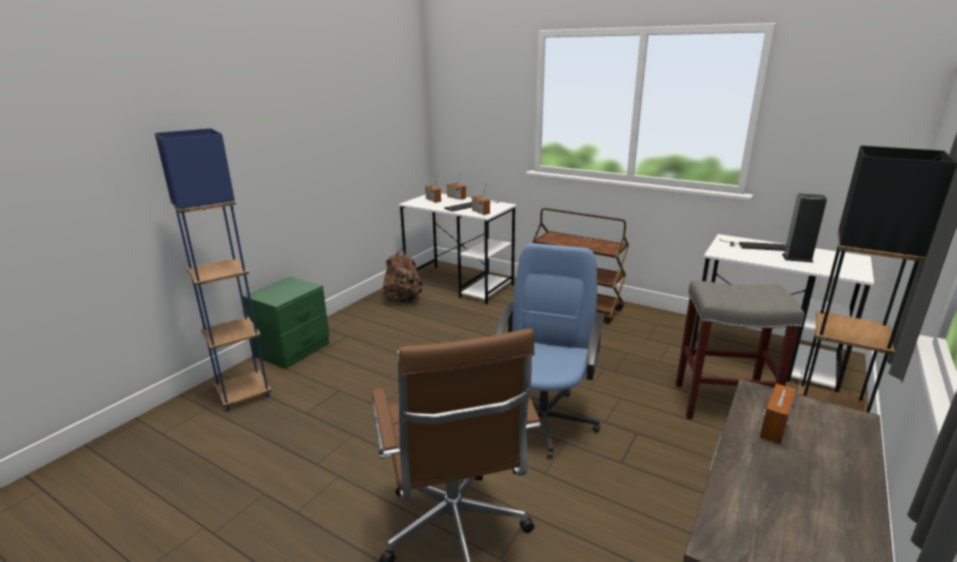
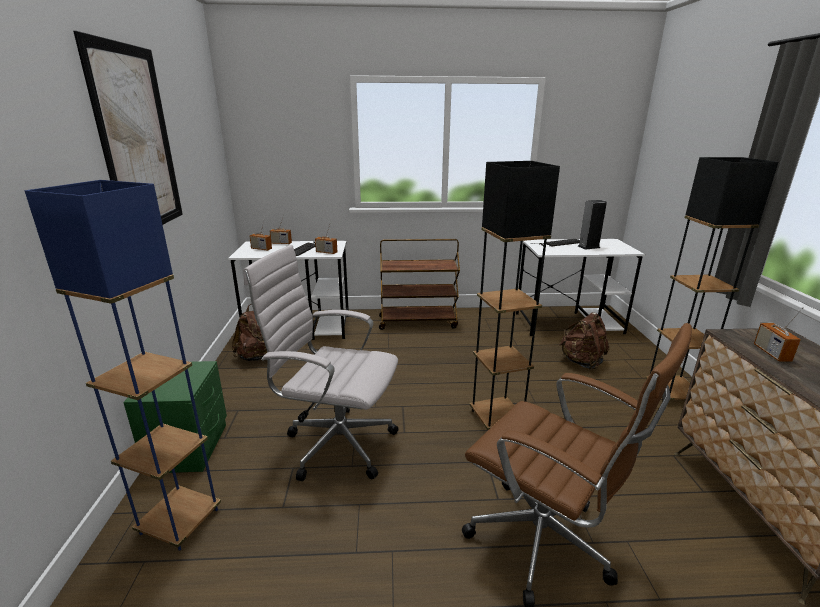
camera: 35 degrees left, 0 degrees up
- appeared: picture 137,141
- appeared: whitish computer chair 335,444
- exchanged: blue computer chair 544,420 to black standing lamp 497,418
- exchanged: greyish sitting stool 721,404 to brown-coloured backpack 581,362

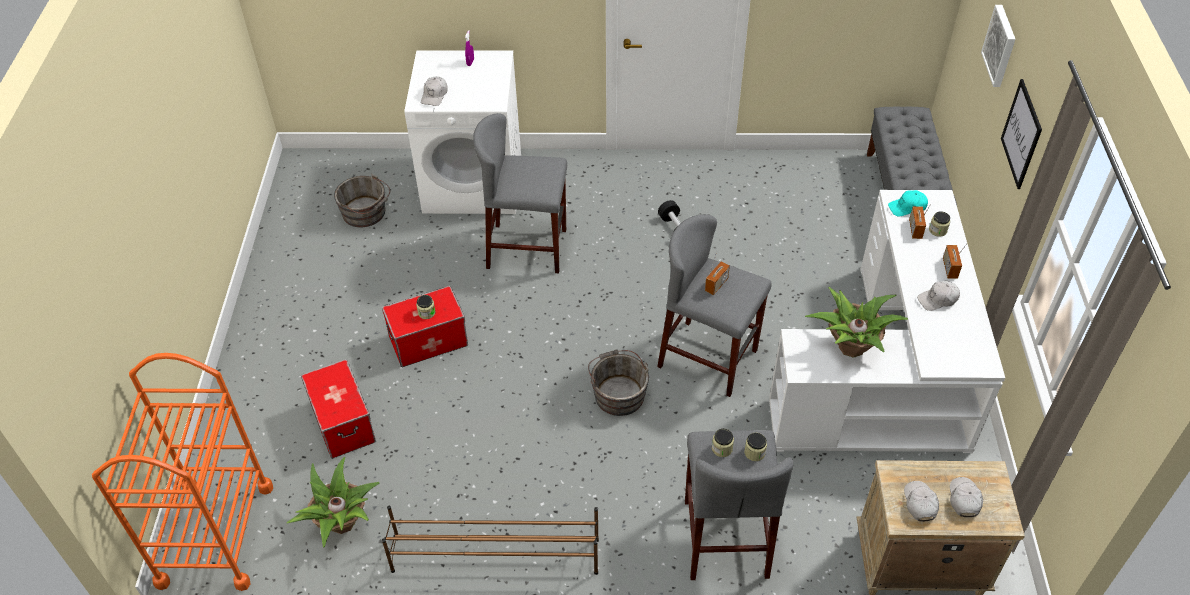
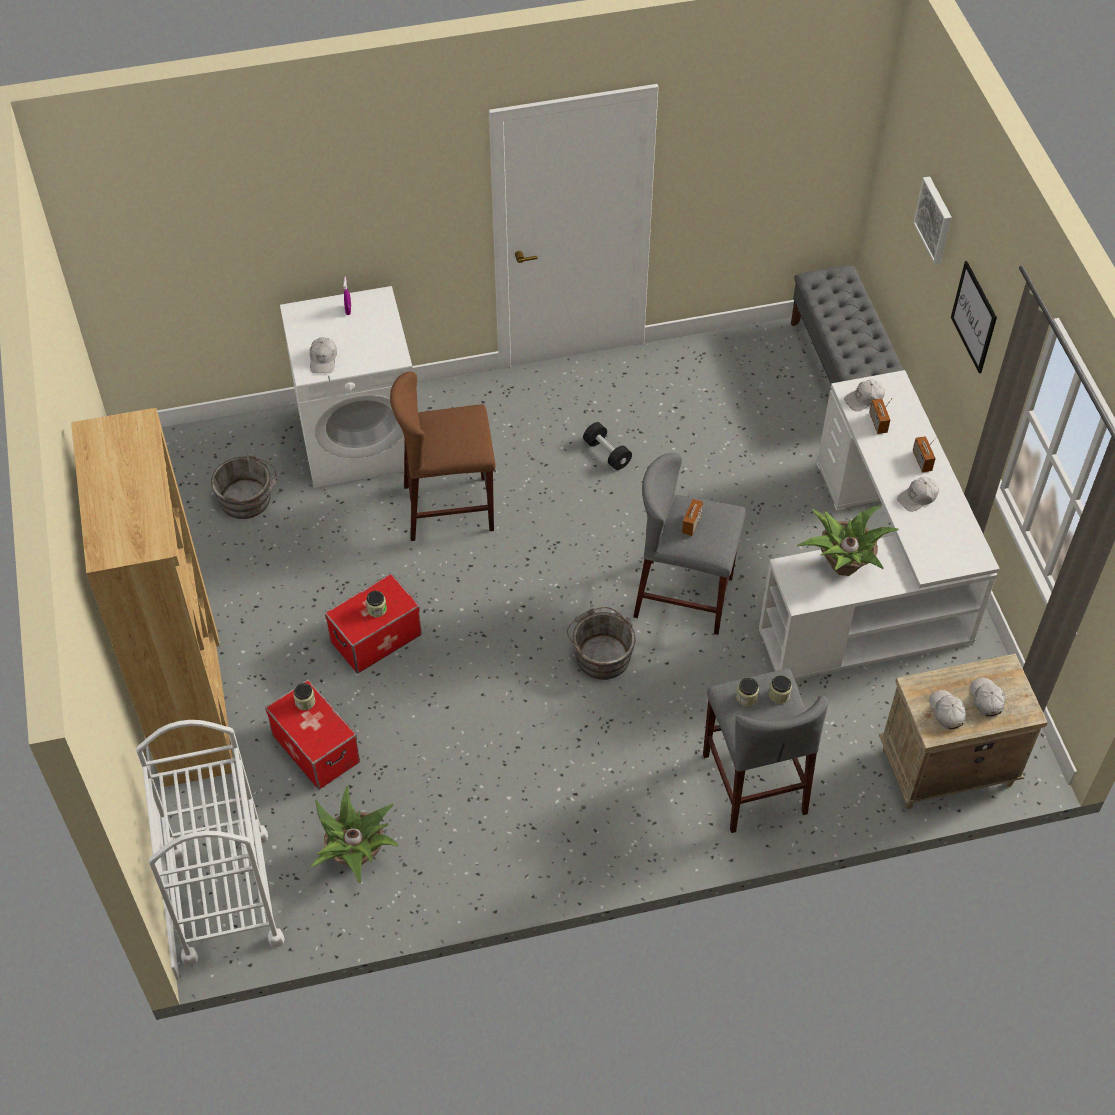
camera: 15 degrees left, 5 degrees up
- missing: brown-coloured shoe stand 494,555
- appeared: brown-coloured bookcase 191,708
- relocated: jar 937,230 to 305,702
- colour: orangey trolley 215,534 to whitish trolley 225,896
- colour: greyish sitting stool 527,249 to brown-coloured sitting stool 449,508
- colour: turquoise-coloured cap 907,207 to whitish cap 864,399

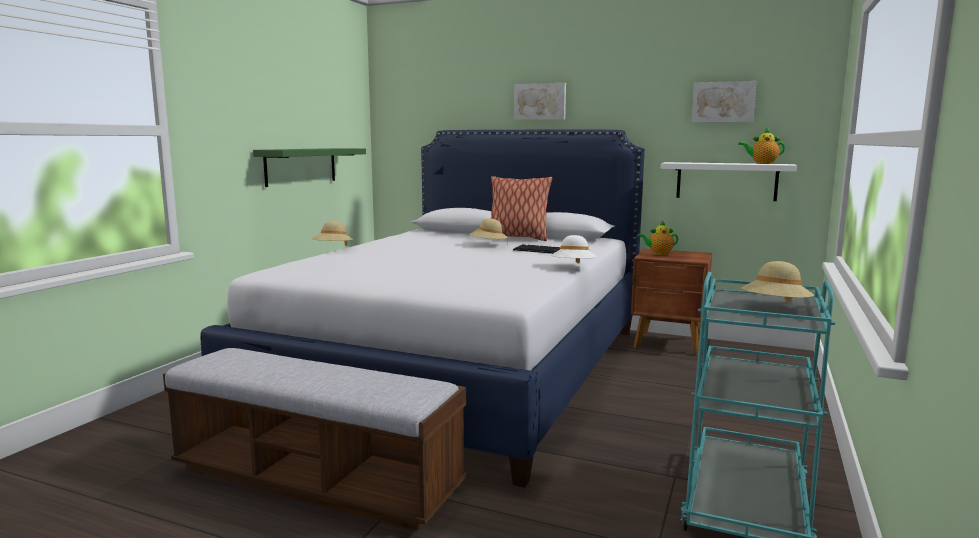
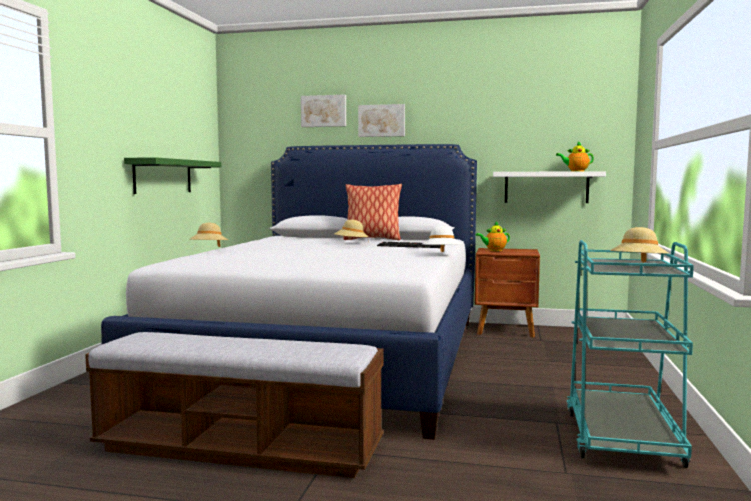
camera: 10 degrees left, 5 degrees down
- relocated: picture 723,102 to 324,111

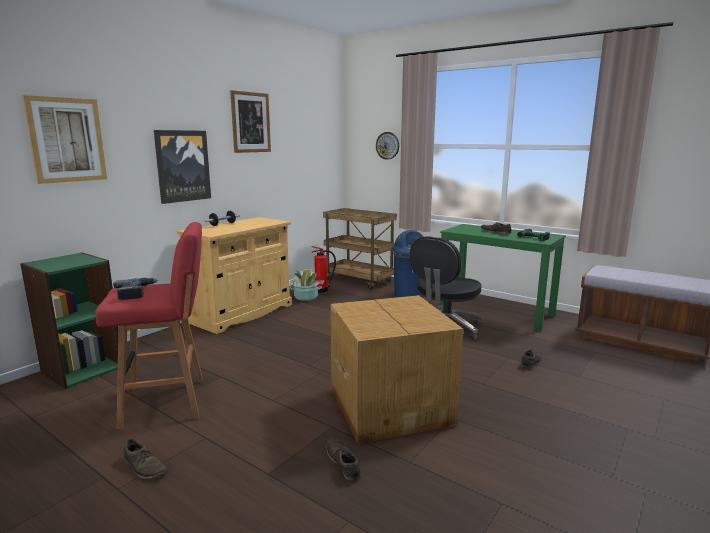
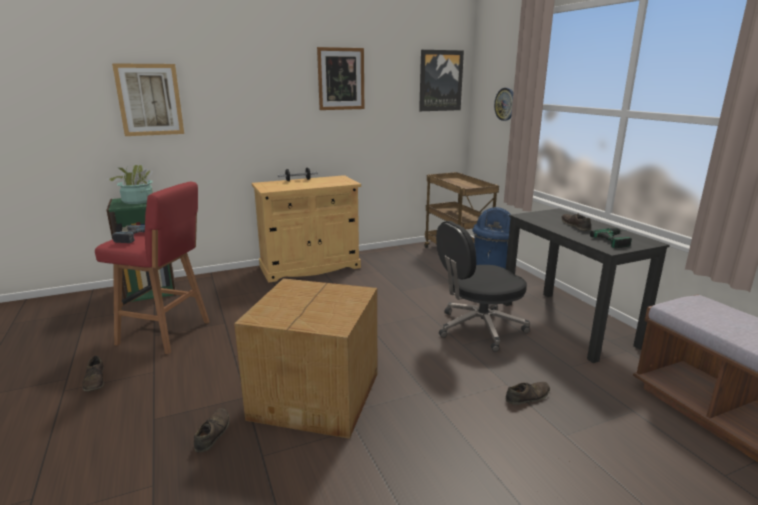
camera: 30 degrees right, 5 degrees up
- missing: fire-fighting cylinder 322,290
- relocated: picture 183,166 to 440,81
- relocated: houseplant 306,297 to 138,201
- colour: greenish desk unit 495,311 to black desk unit 568,324

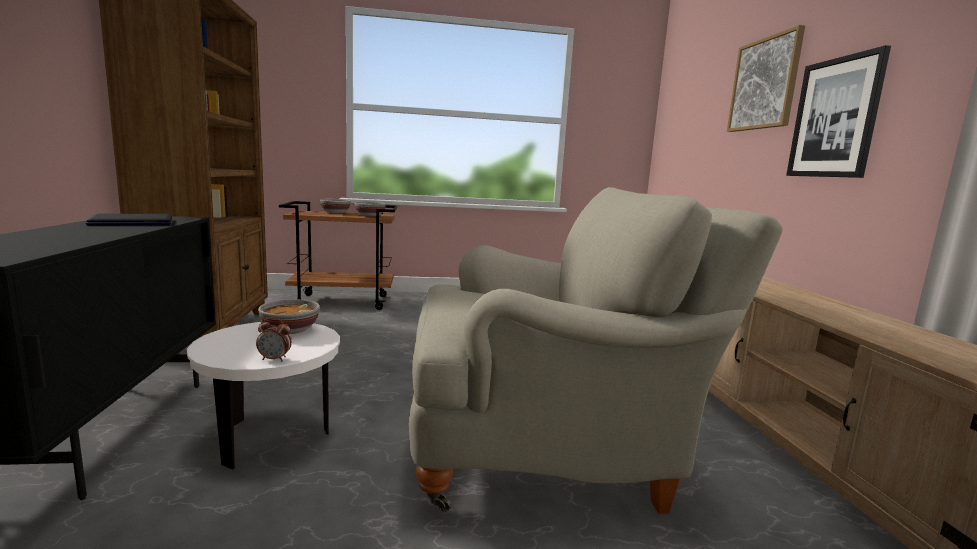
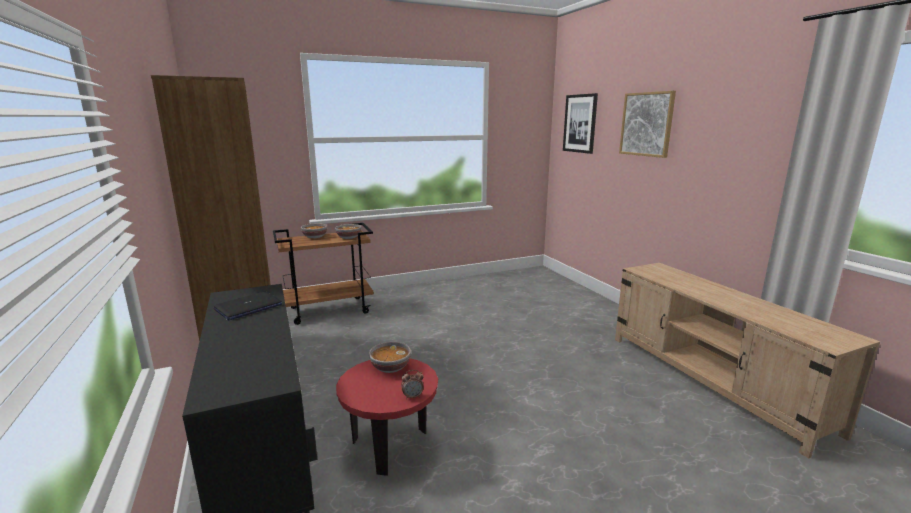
camera: 15 degrees left, 5 degrees up
- missing: sand-coloured armchair 548,447
- relocated: picture 835,118 to 580,123
- colour: whitish side table 272,438 to red side table 391,445

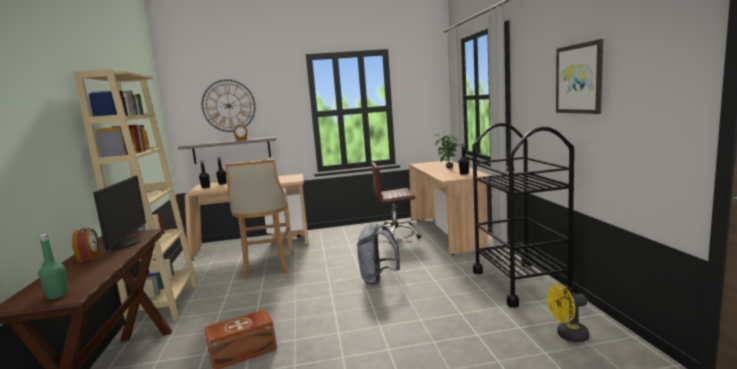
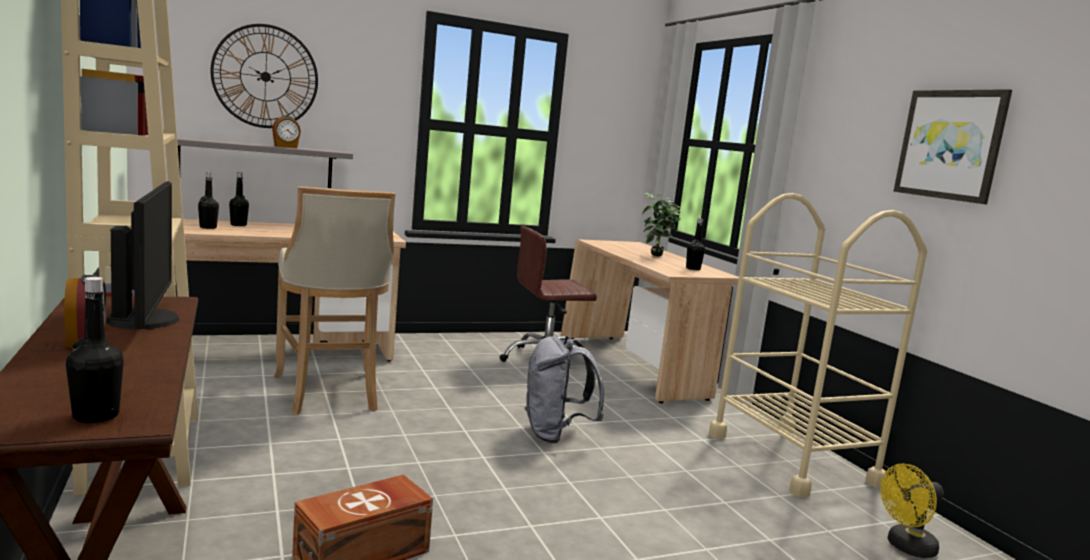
camera: 15 degrees left, 0 degrees up
- colour: greenish bottle 57,295 to black bottle 96,416
- colour: black trolley 520,283 to sand-coloured trolley 792,459

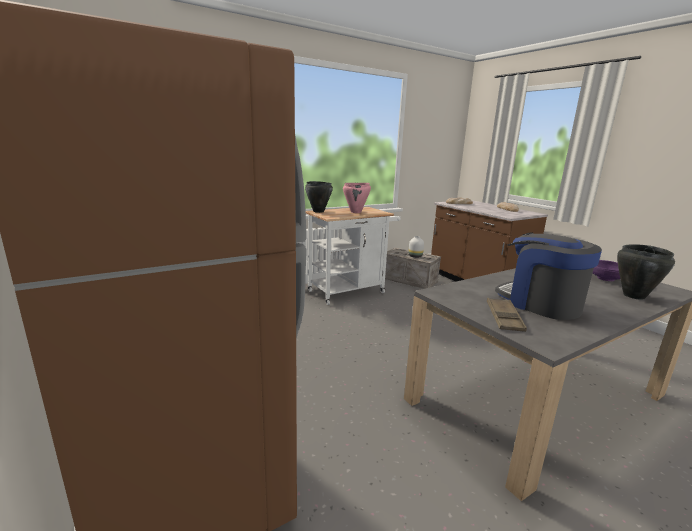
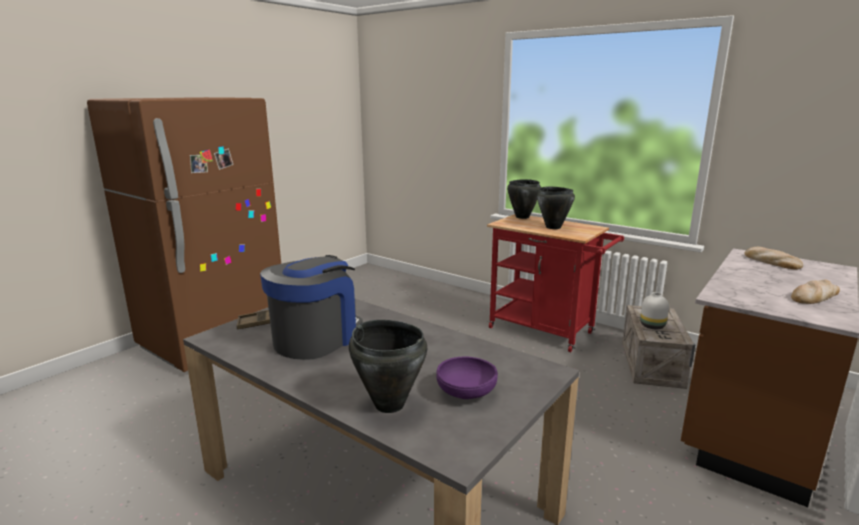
camera: 70 degrees right, 0 degrees up
- colour: whitish trolley 350,290 to red trolley 547,332
- colour: pinkish stockpot 356,212 to black stockpot 553,227

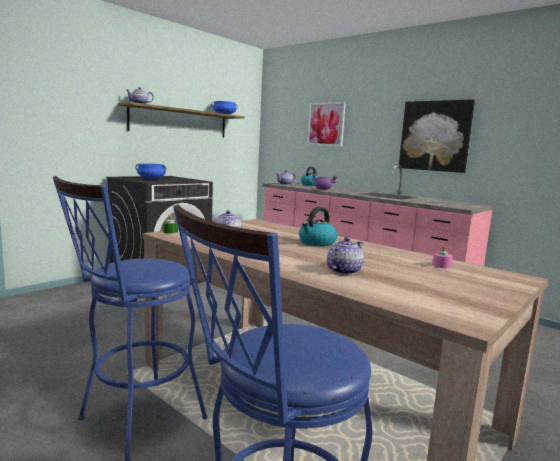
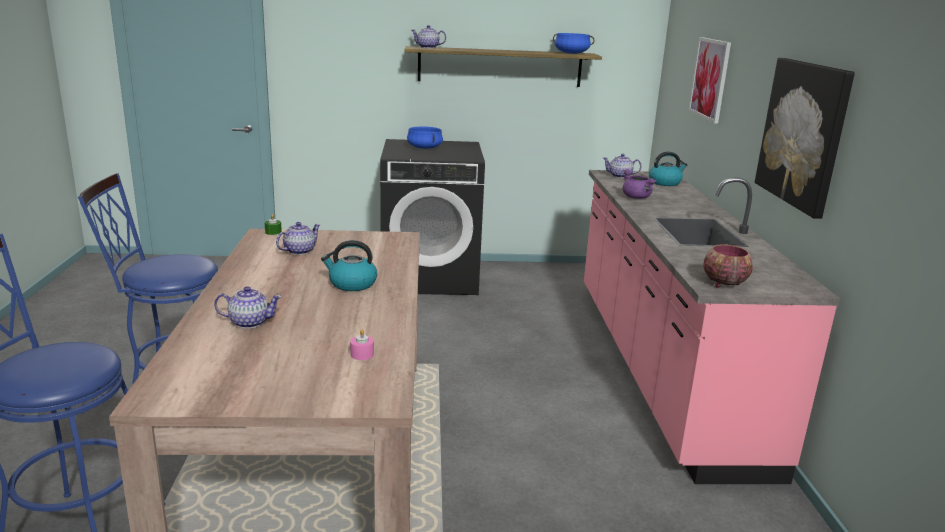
camera: 45 degrees right, 10 degrees up
- appeared: bowl 723,283

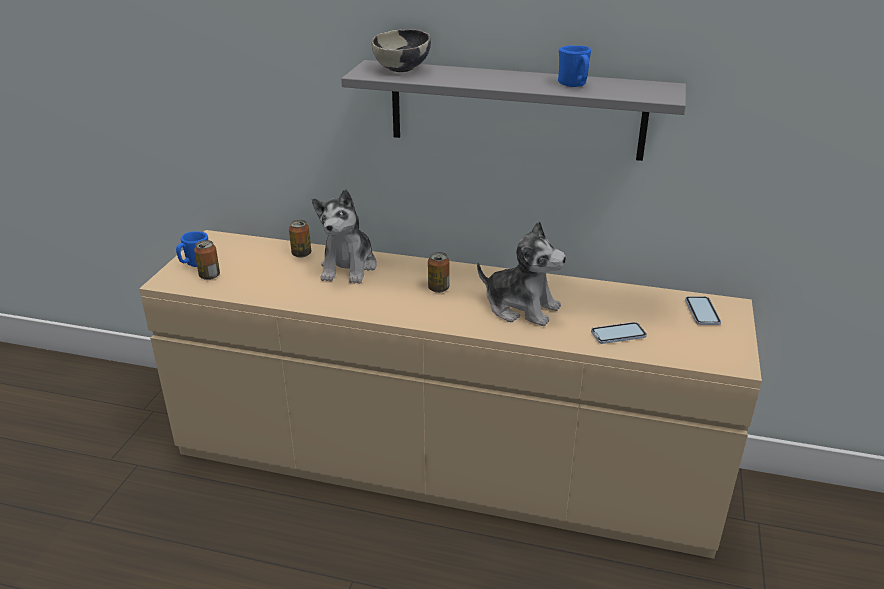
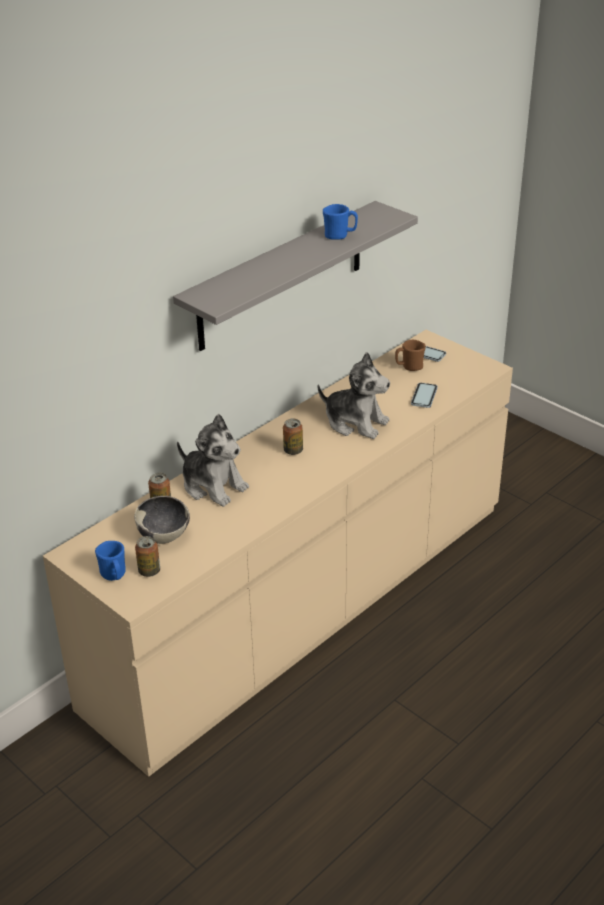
camera: 60 degrees left, 5 degrees up
- appeared: brown-coloured coffee mug 409,367
- relocated: bowl 402,69 to 164,535
- spun: cuddly toy 521,308 = 355,422 60 degrees clockwise

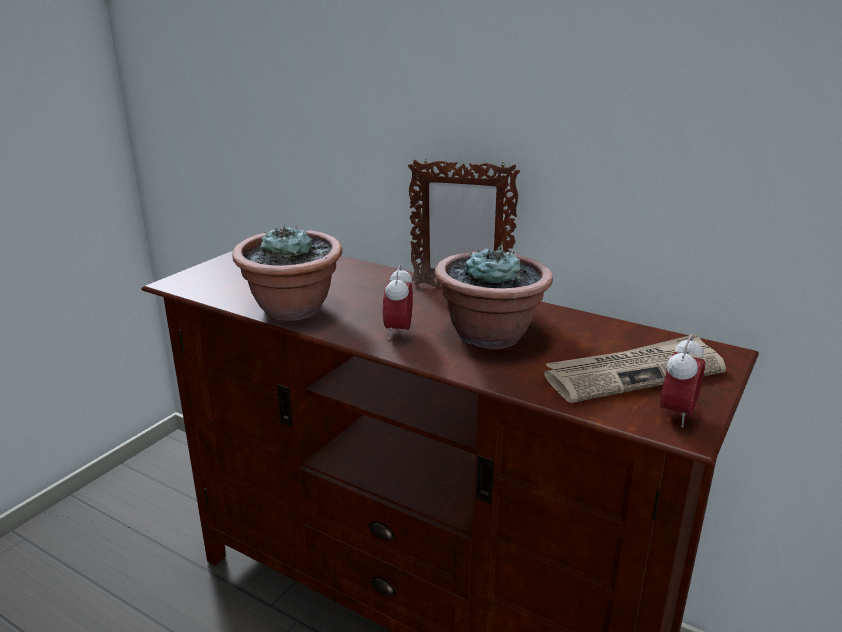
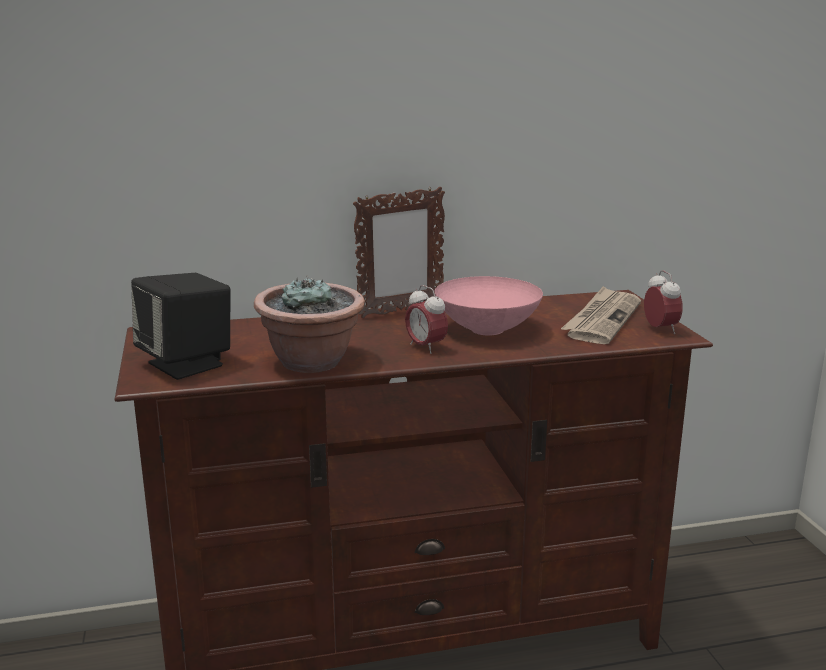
camera: 45 degrees left, 5 degrees down
- appeared: black loudspeaker 187,364
- exchanged: houseplant 490,335 to pinkish bowl 486,329

